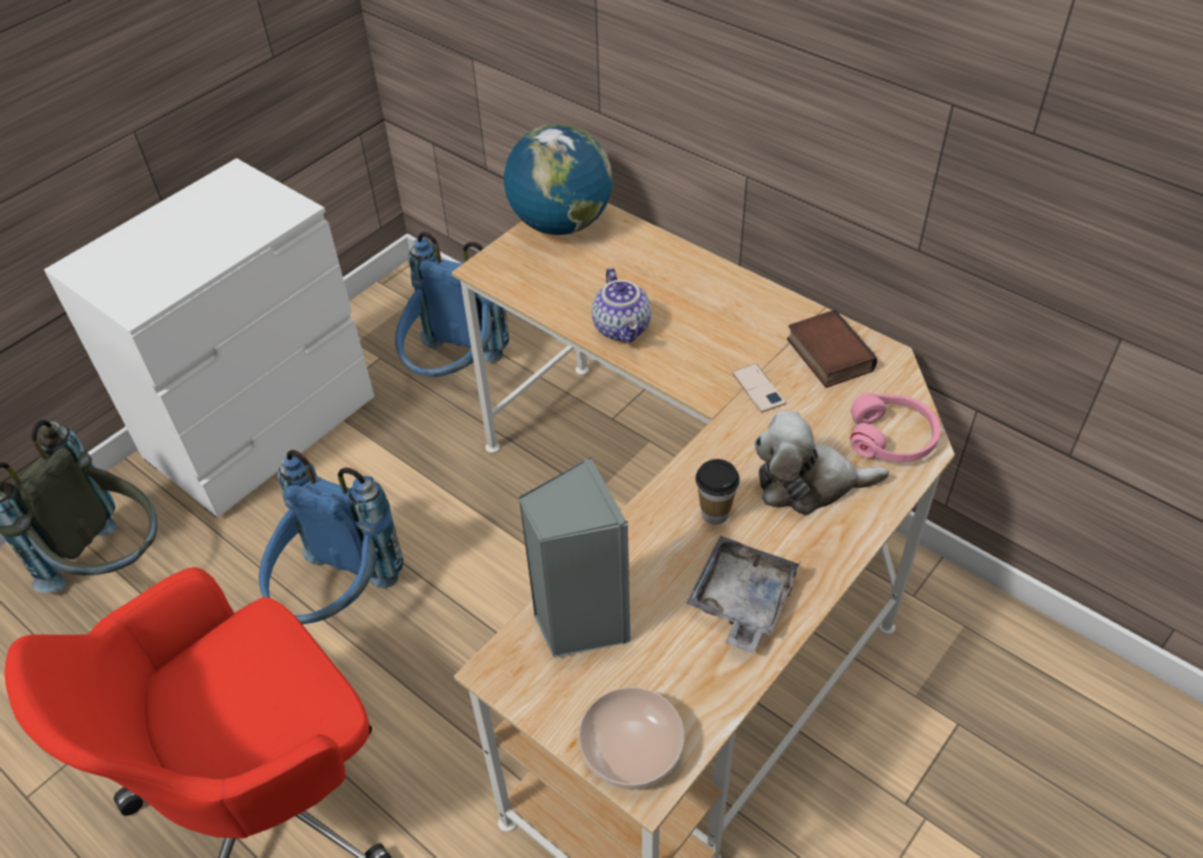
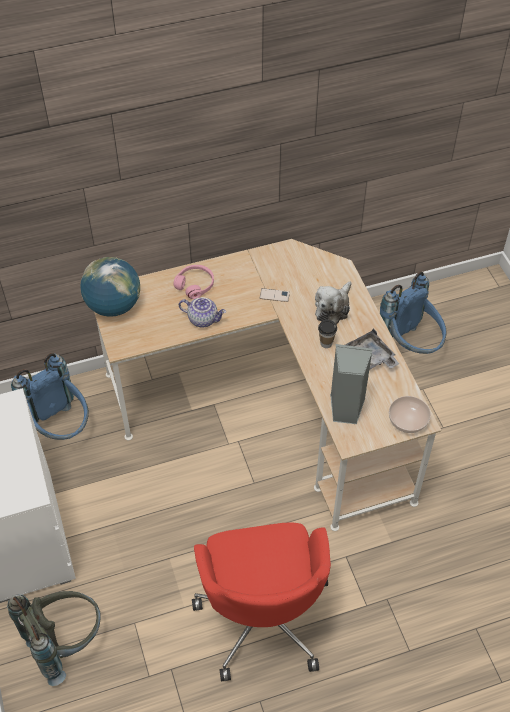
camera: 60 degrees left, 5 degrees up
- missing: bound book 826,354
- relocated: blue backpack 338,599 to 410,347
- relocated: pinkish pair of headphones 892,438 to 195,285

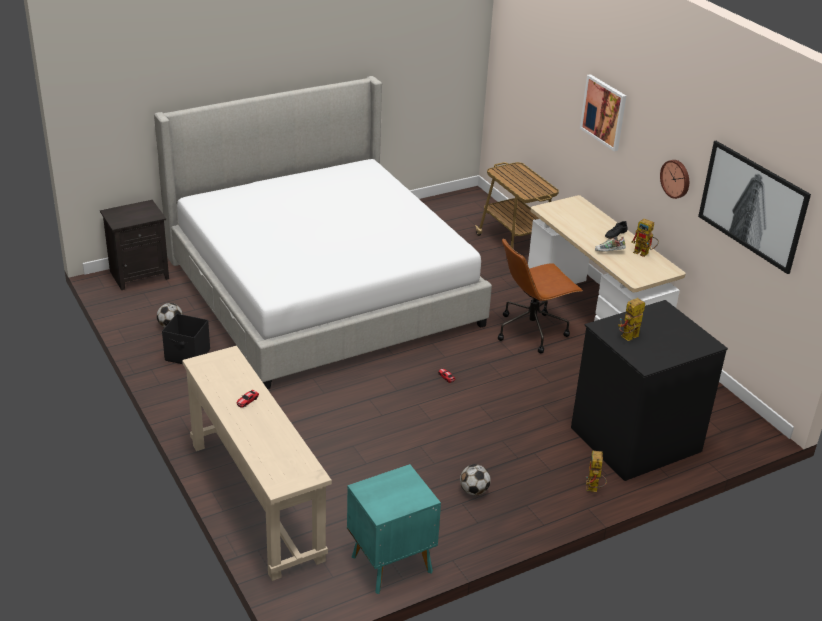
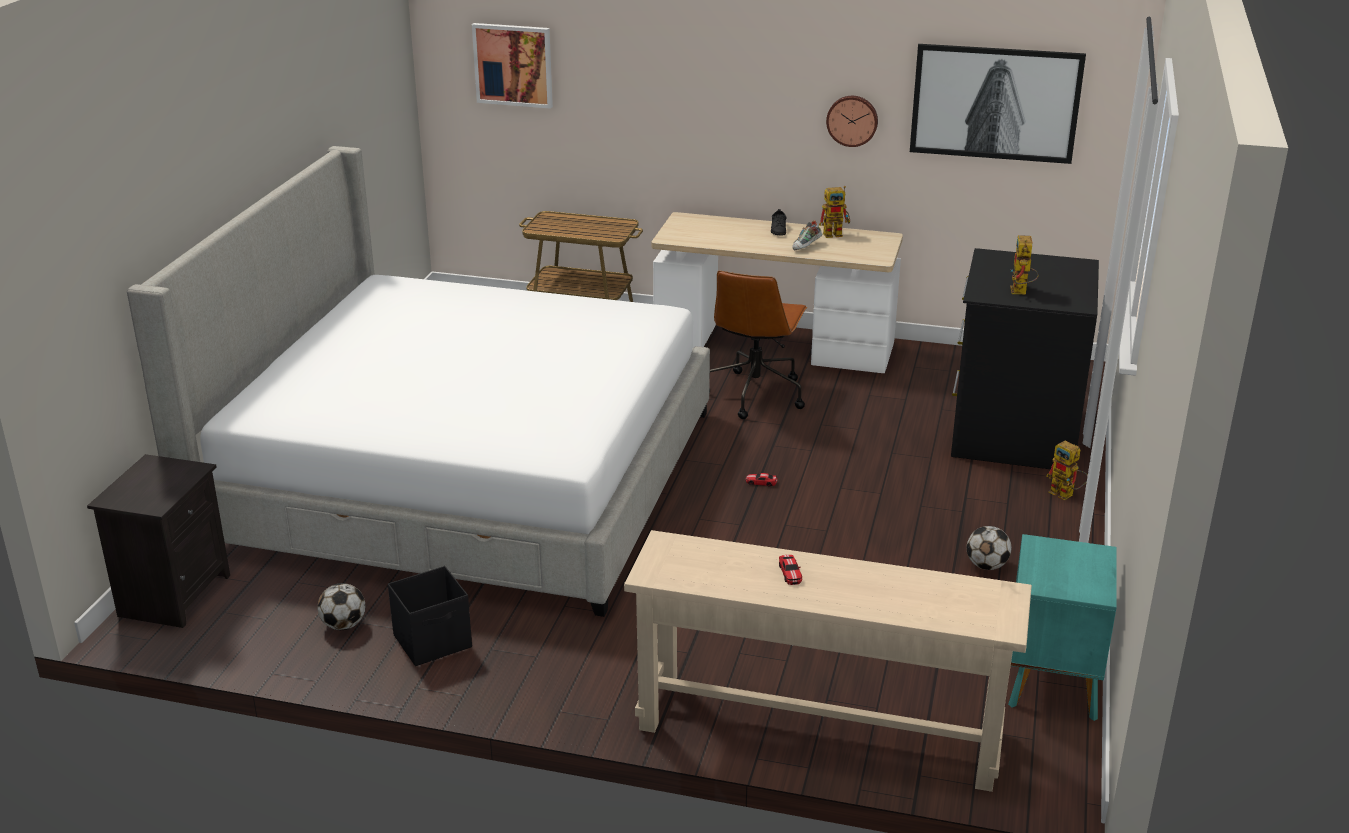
camera: 45 degrees left, 5 degrees down
- relocated: picture 604,112 to 513,65

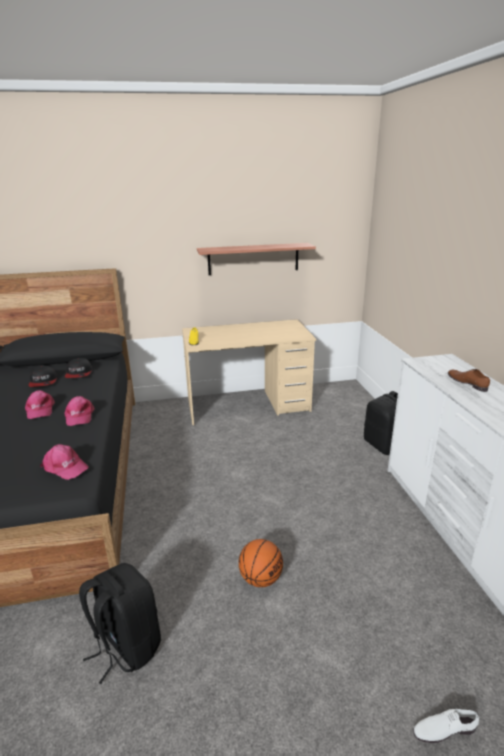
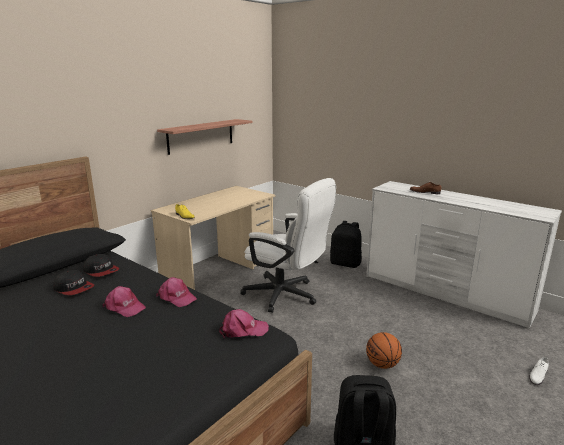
camera: 40 degrees left, 5 degrees down
- appeared: whitish computer chair 287,296

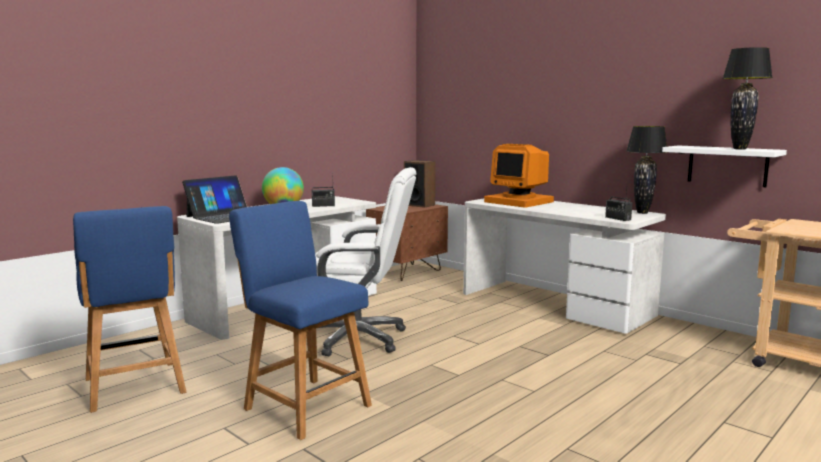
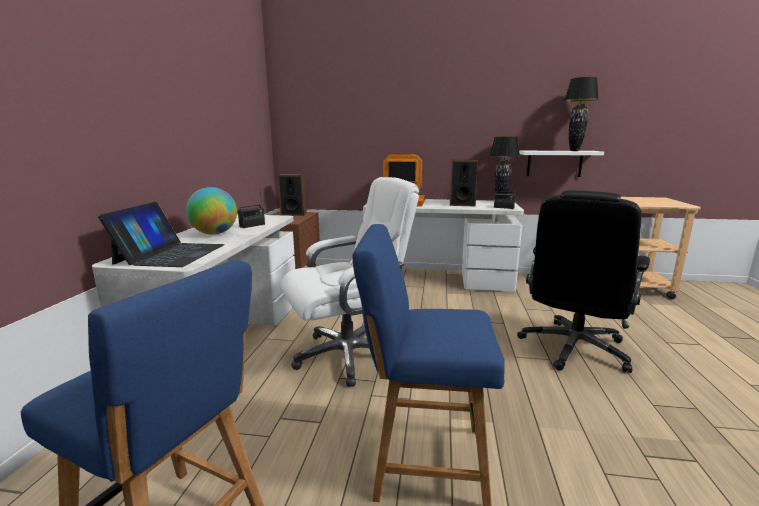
camera: 35 degrees left, 5 degrees up
- appeared: loudspeaker 462,204
- appeared: black computer chair 573,349

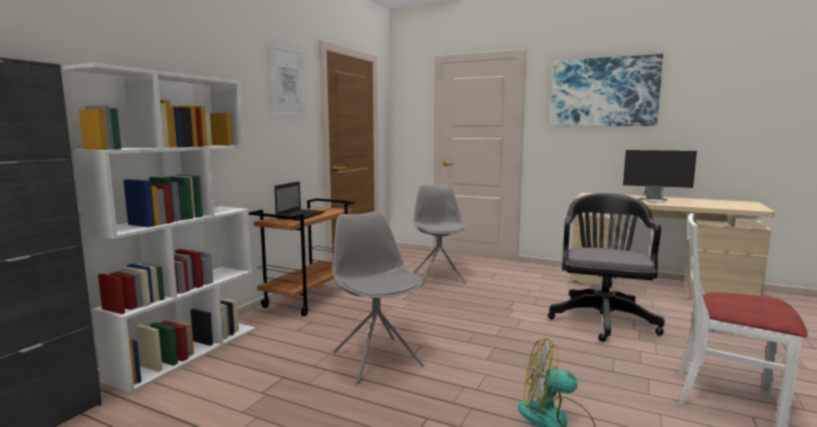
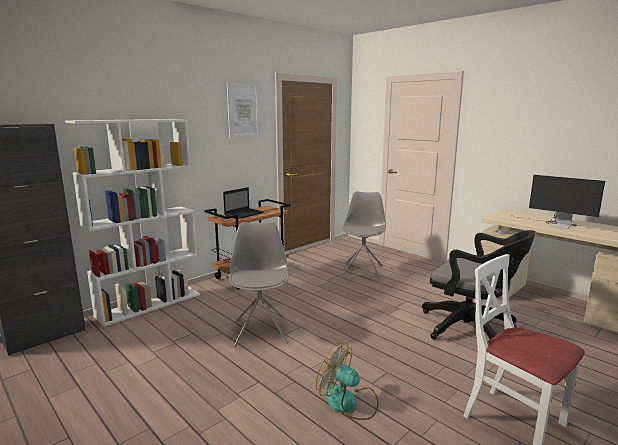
camera: 20 degrees right, 5 degrees up
- missing: picture 603,92
- spun: black computer chair 602,318 = 471,329 90 degrees clockwise

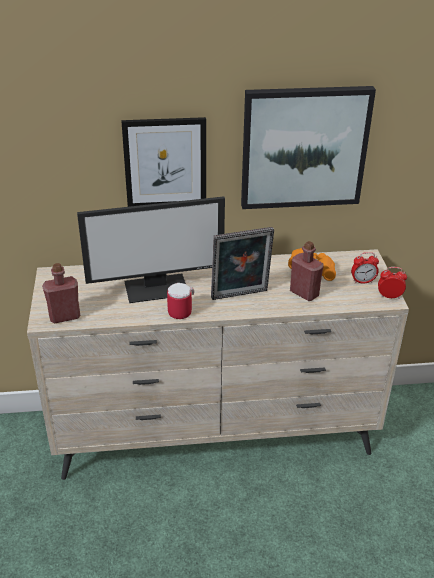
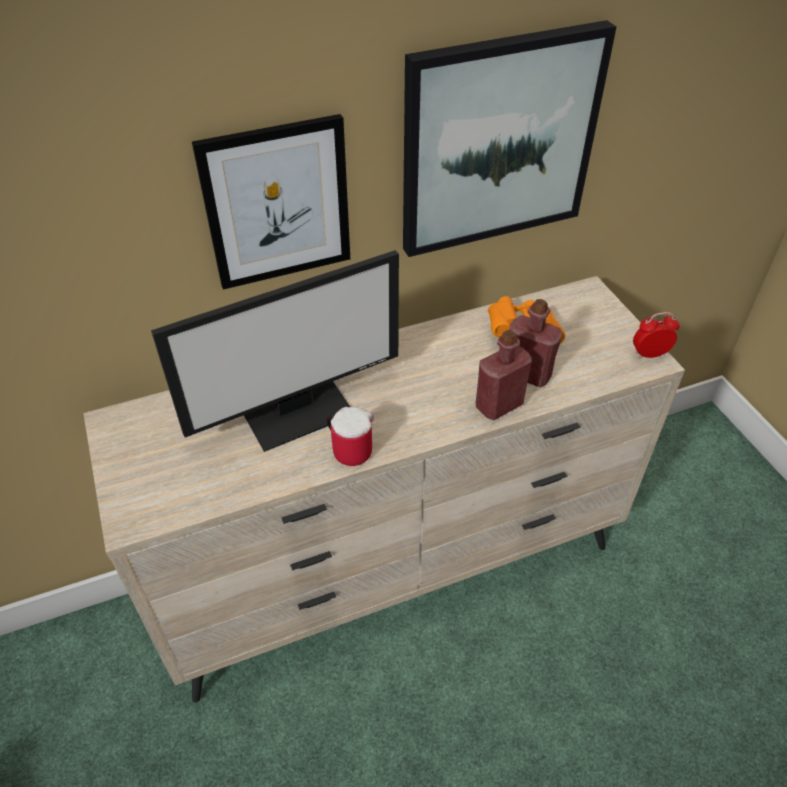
camera: 15 degrees left, 10 degrees up
- missing: photo frame 240,296
- missing: bedside clock 362,281
- relocated: red bottle 64,316 to 499,405

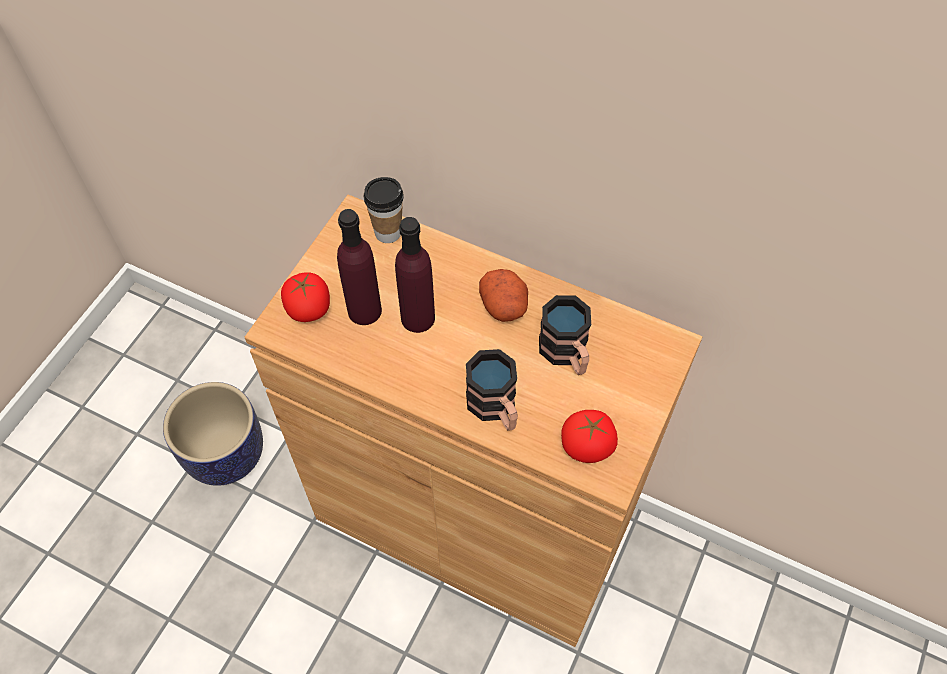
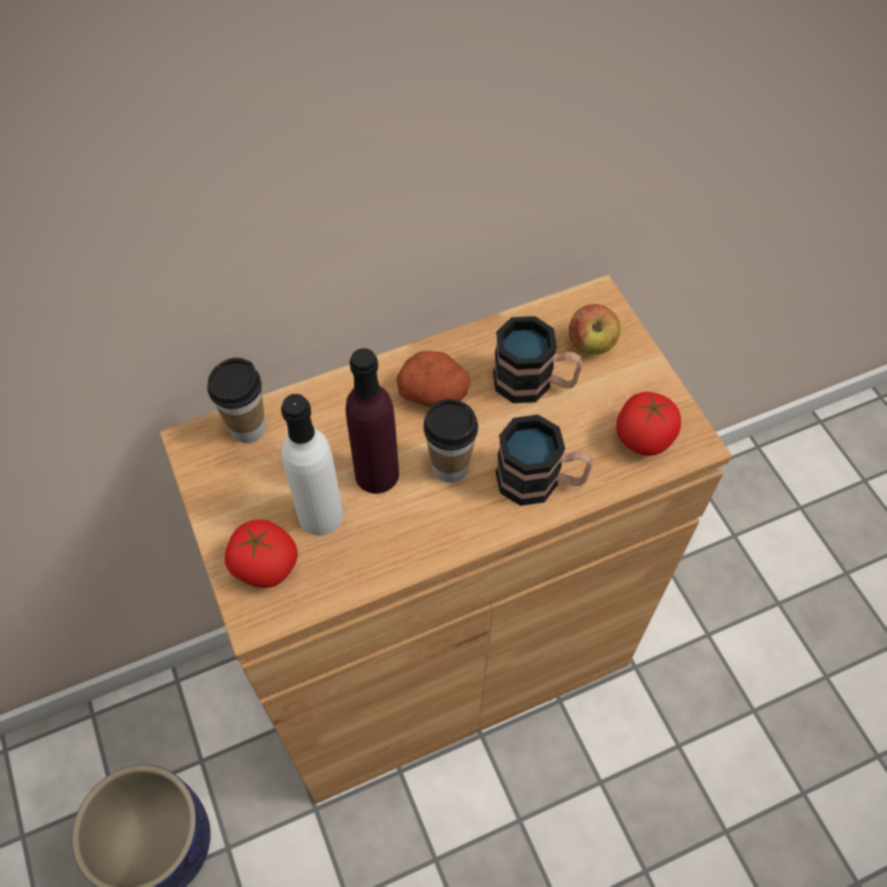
camera: 50 degrees left, 0 degrees up
- appeared: drinking cup 450,467
- appeared: whole apple 591,344
- colour: purple bottle 364,310 to whitish bottle 320,515

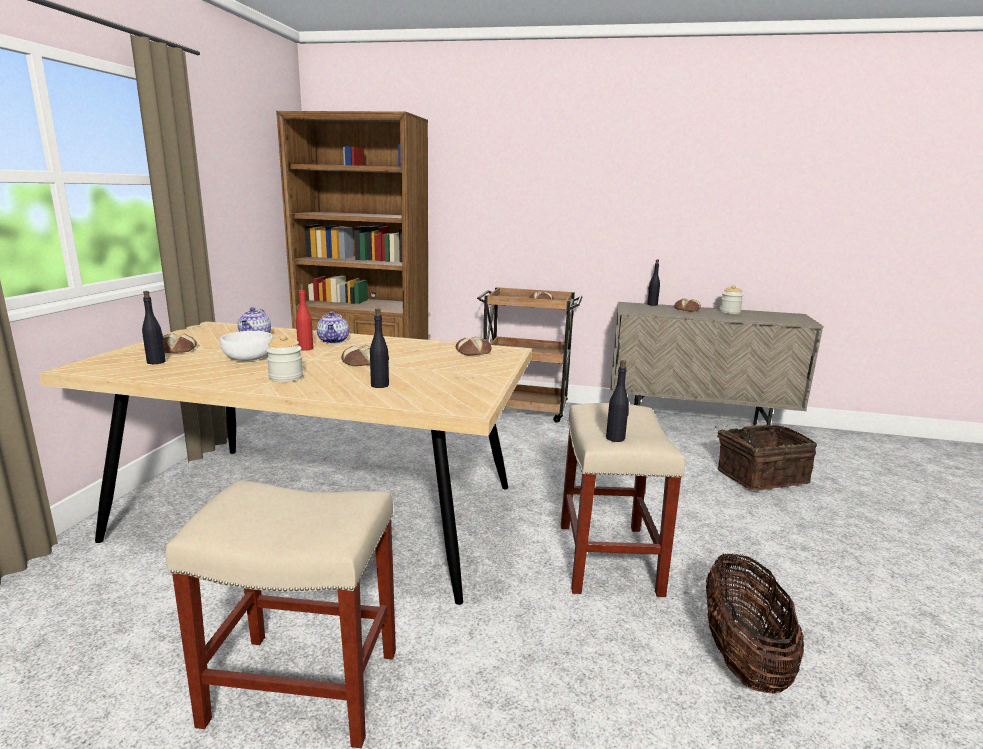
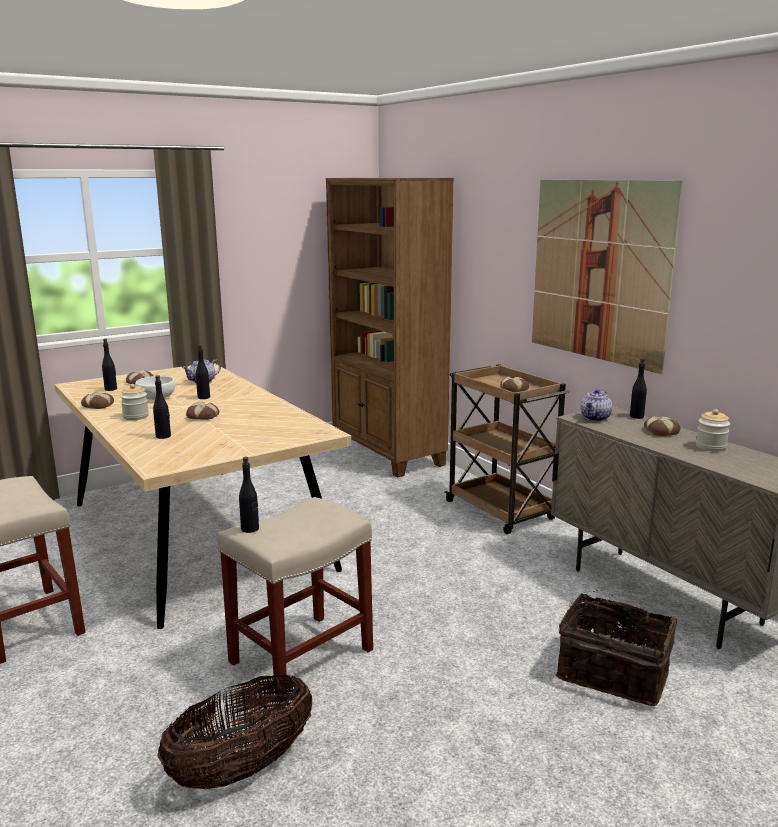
camera: 45 degrees right, 0 degrees up
- appeared: picture 598,271
- relocated: tea pot 334,341 to 595,418
- relocated: bread 473,351 to 98,405
- colour: red bottle 305,348 to black bottle 203,397

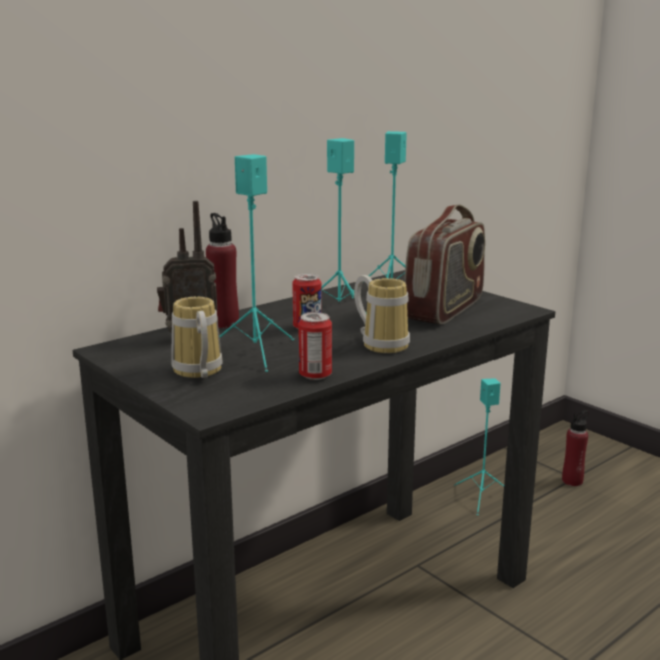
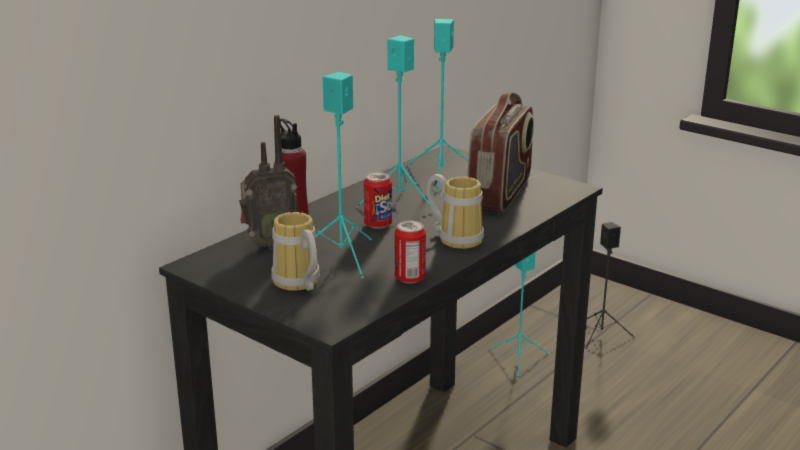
camera: 10 degrees left, 5 degrees up
- exchanged: red bottle 572,481 to black loudspeaker 602,335

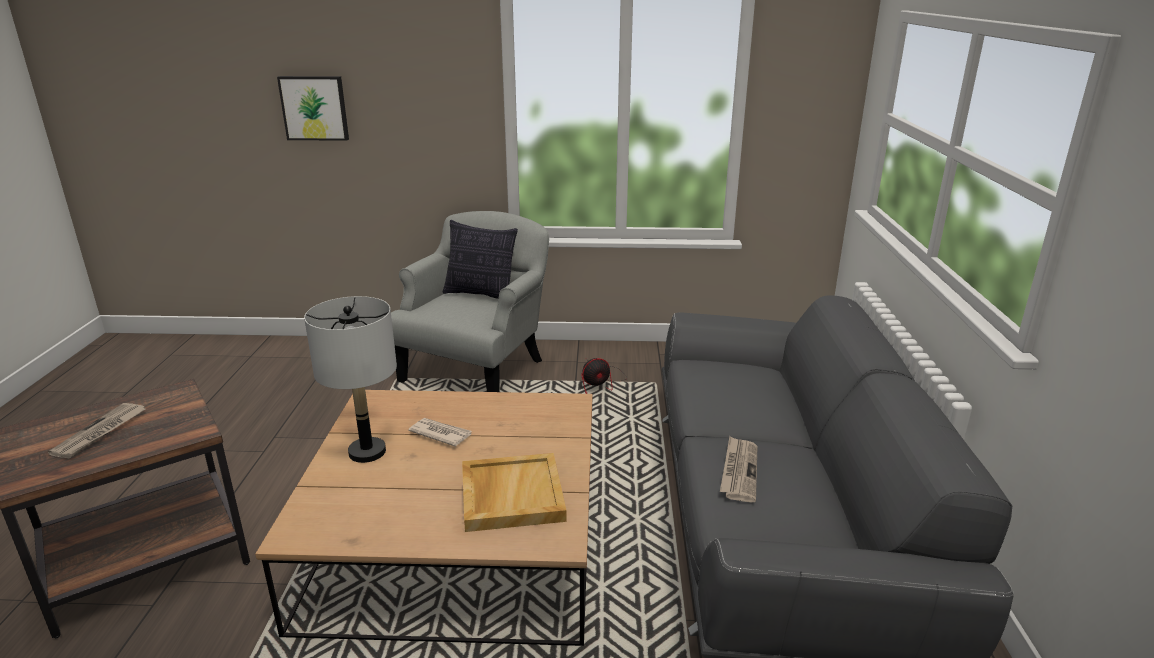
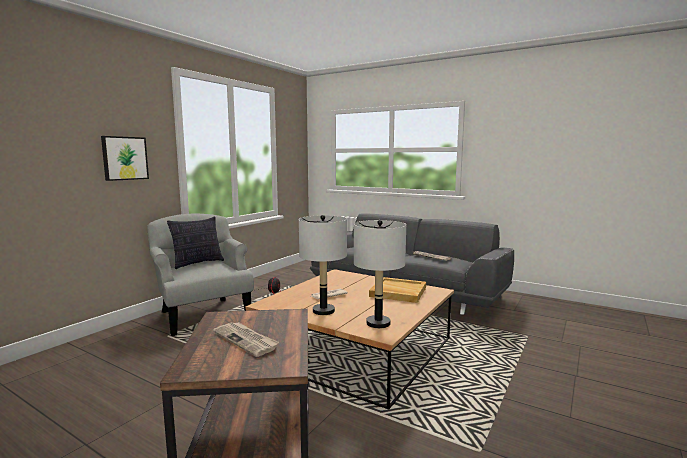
camera: 60 degrees left, 15 degrees down
- appeared: greyish table lamp 378,323
- relocated: picture 314,108 to 124,158

